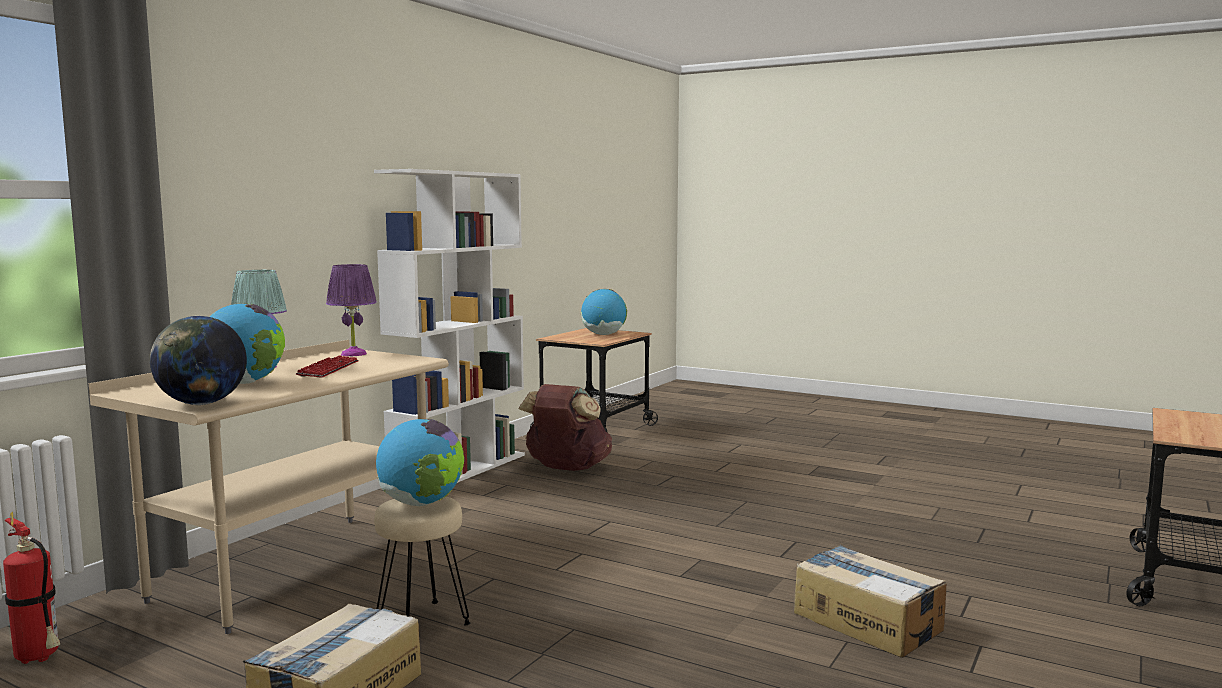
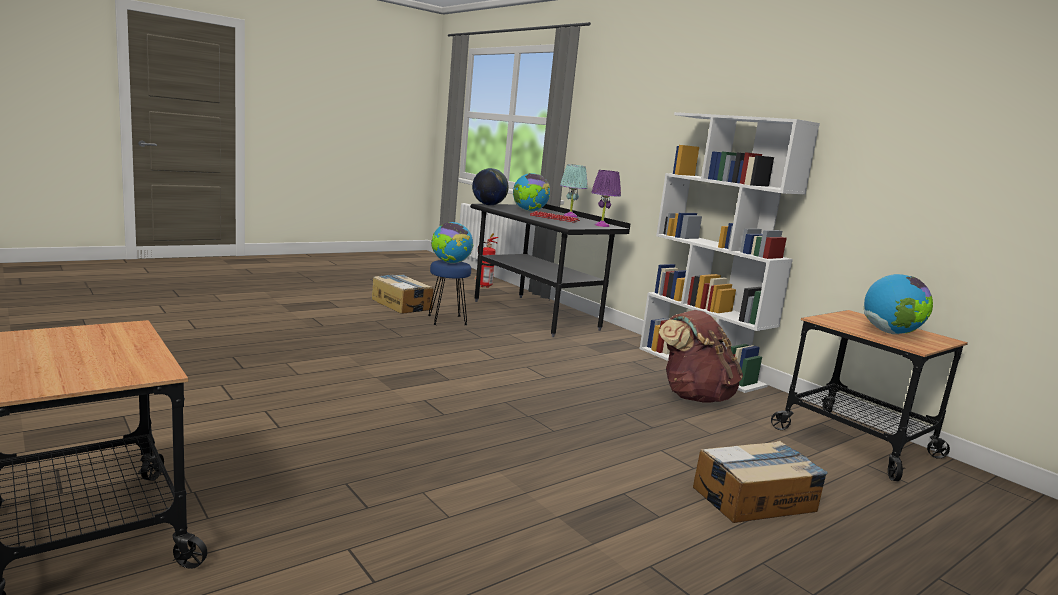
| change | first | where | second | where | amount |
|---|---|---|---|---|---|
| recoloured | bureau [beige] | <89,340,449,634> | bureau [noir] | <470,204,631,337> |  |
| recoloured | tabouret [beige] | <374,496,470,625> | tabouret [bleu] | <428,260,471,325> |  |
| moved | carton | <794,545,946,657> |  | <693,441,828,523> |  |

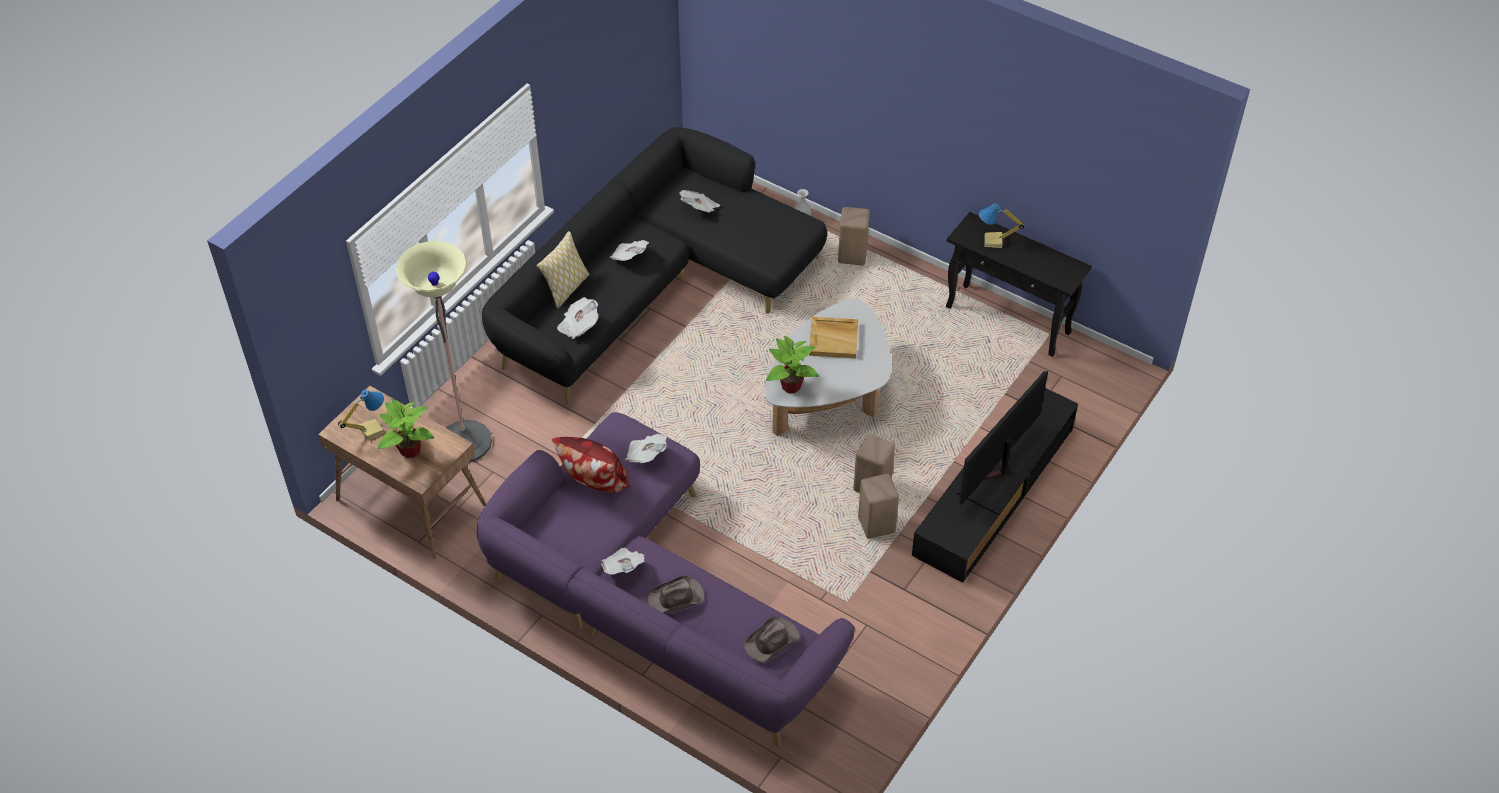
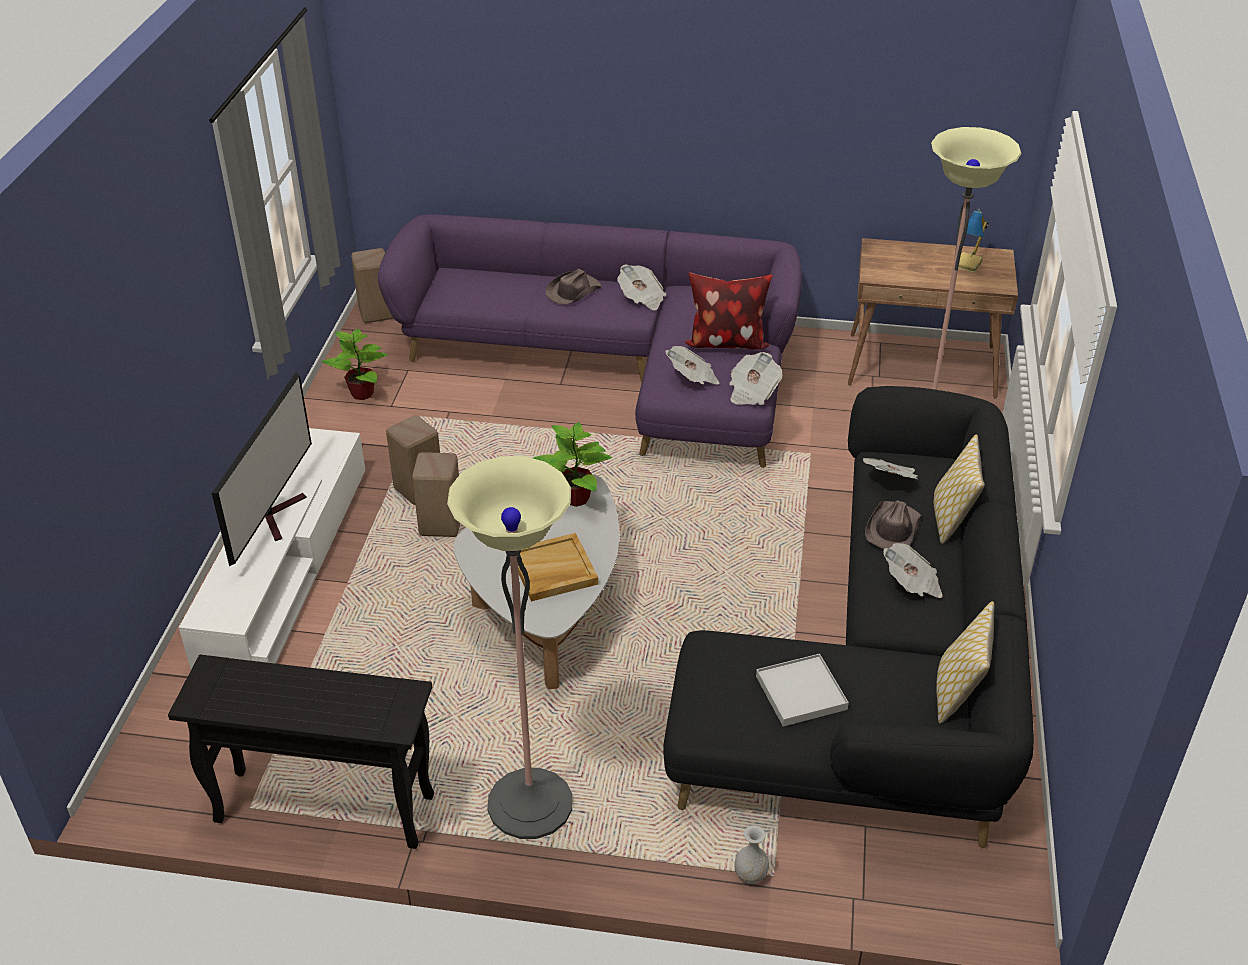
| change | first | where | second | where | amount |
|---|---|---|---|---|---|
| moved | plante en pot | <378,399,434,458> |  | <322,329,388,400> |  |
| moved | journal | <679,190,720,213> |  | <729,352,782,405> |  |
| moved | chapeau [marron] | <744,616,800,663> |  | <865,500,922,549> |  |
| moved | tabouret [beige] | <838,207,870,265> |  | <351,248,394,323> |  |
| recoloured | meuble télé [noir] | <912,388,1078,583> | meuble télé [blanc] | <179,428,365,669> |  |
| removed | lampe de table | <979,203,1024,248> |  |  |  |
| added |  |  | lampadaire | <447,456,573,839> |  |
| added |  |  | plateau [blanc] | <756,654,849,727> |  |
| added |  |  | coussin | <936,601,994,724> |  |

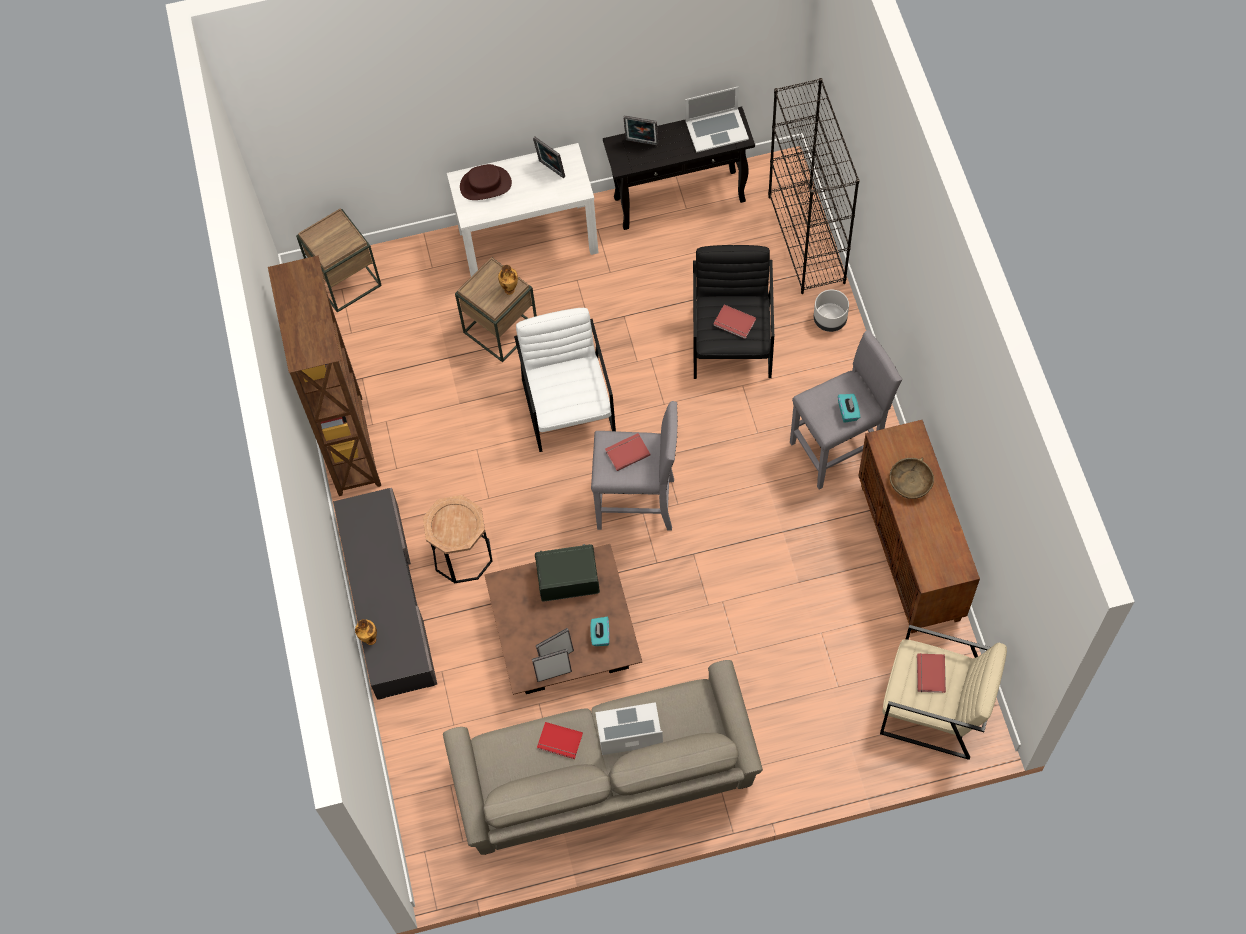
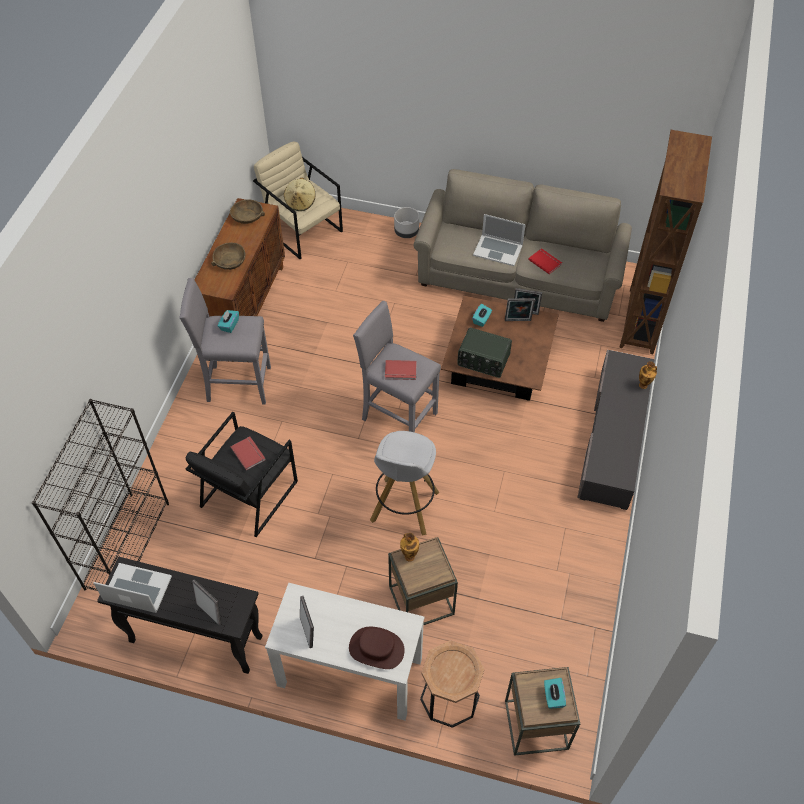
| change | first | where | second | where | amount |
|---|---|---|---|---|---|
| moved | bibliothèque [marron] | <268,255,381,496> |  | <619,130,712,354> |  |
| moved | table d'appoint [marron] | <423,495,492,583> |  | <420,640,484,728> |  |
| replaced | fauteuil [blanc] | <514,308,616,452> | tabouret [blanc] | <370,431,440,536> |  |
| moved | cache-pot [gris] | <814,290,849,332> |  | <394,207,419,238> |  |
| replaced | livre [rouge] | <917,653,946,693> | chapeau [beige] | <284,178,316,211> |  |
| added |  |  | bol [marron] | <230,199,265,224> |  |
| added |  |  | boîte à mouchoirs [turquoise] | <544,678,566,709> |  |

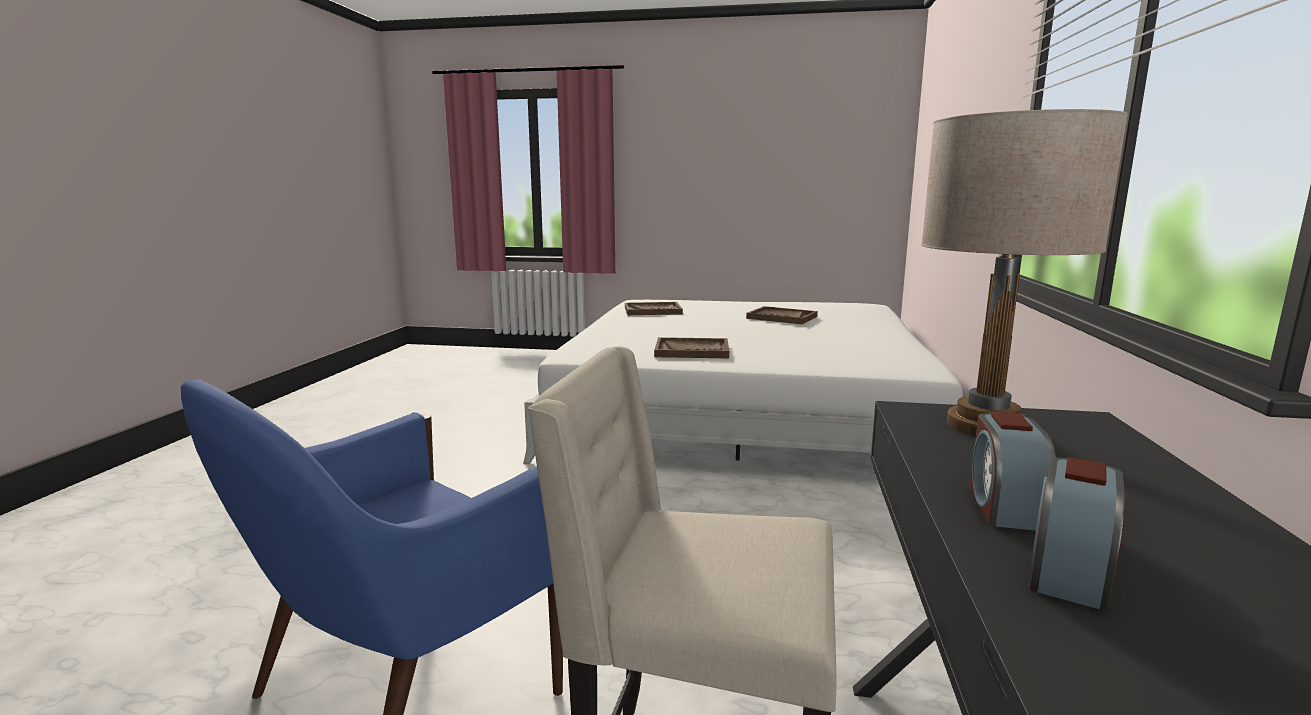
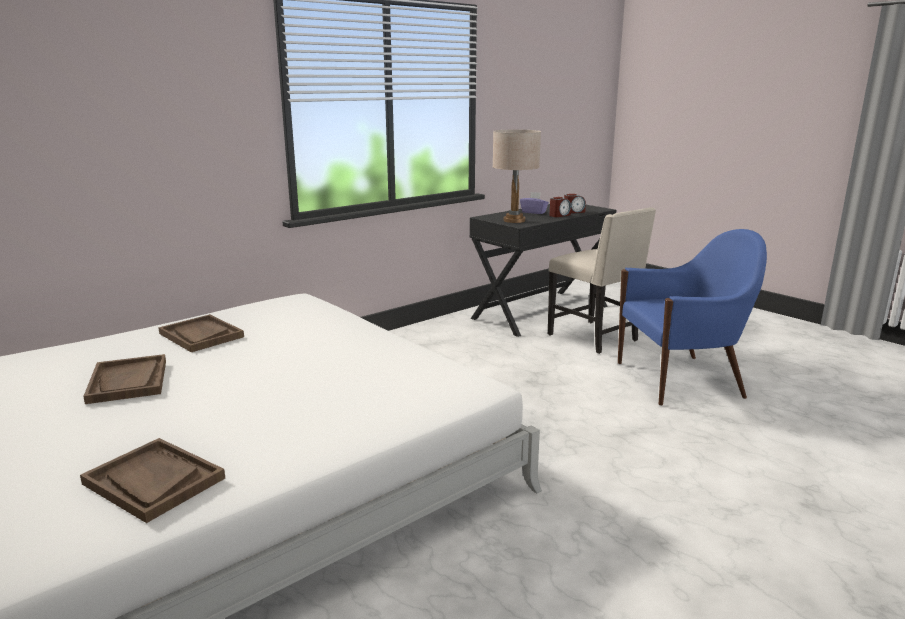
| change | first | where | second | where | amount |
|---|---|---|---|---|---|
| moved | plateau [marron] | <654,337,729,358> |  | <158,314,244,352> |  |
| added |  |  | boîte à mouchoirs [violet] | <520,192,549,214> |  |

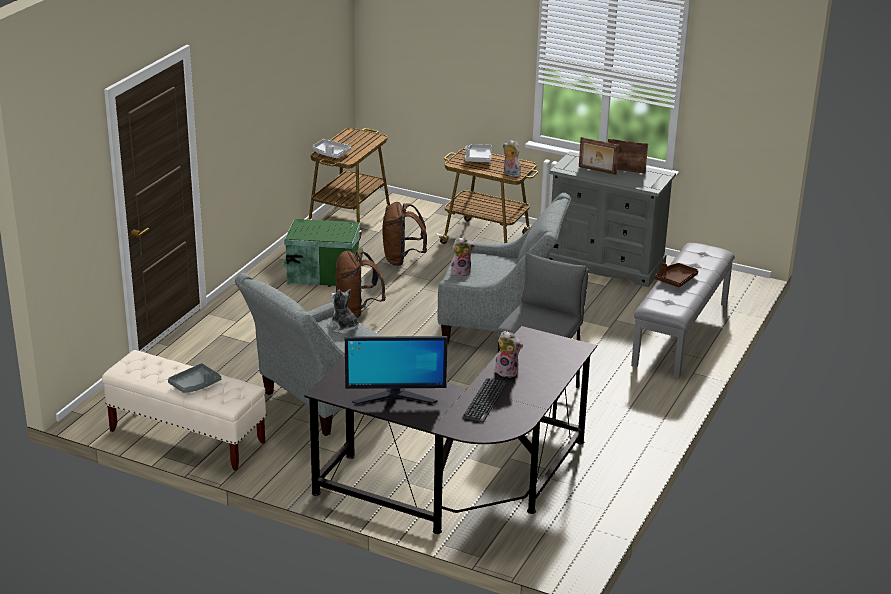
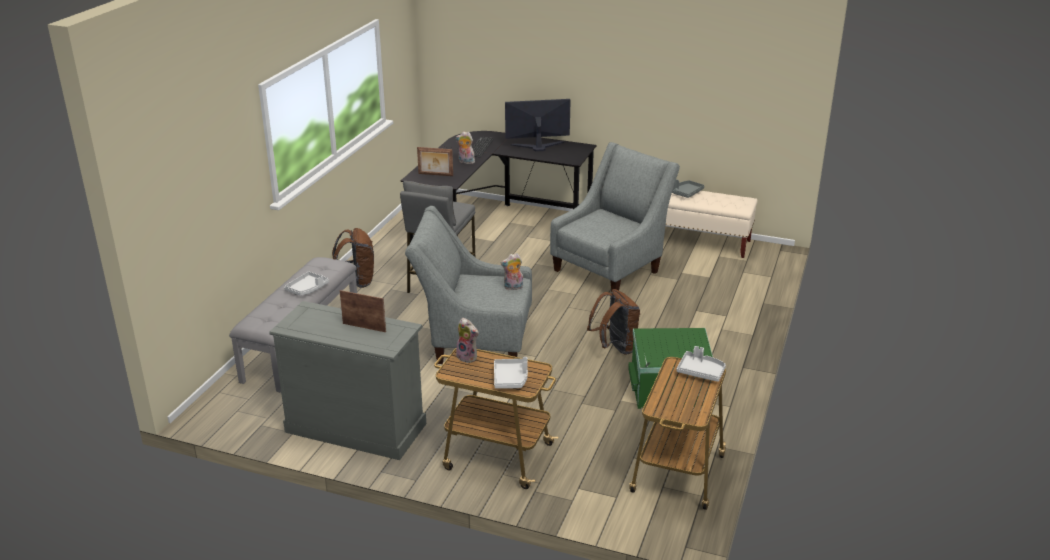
| change | first | where | second | where | amount |
|---|---|---|---|---|---|
| removed | peluche | <327,289,359,334> |  |  |  |
| moved | sac à dos [marron] | <382,202,427,266> |  | <332,228,374,288> |  |
| moved | cadre photo | <608,139,648,174> |  | <417,147,453,176> |  |
| recoloured | plateau [marron] | <655,263,698,288> | plateau [gris] | <284,271,329,296> |  |

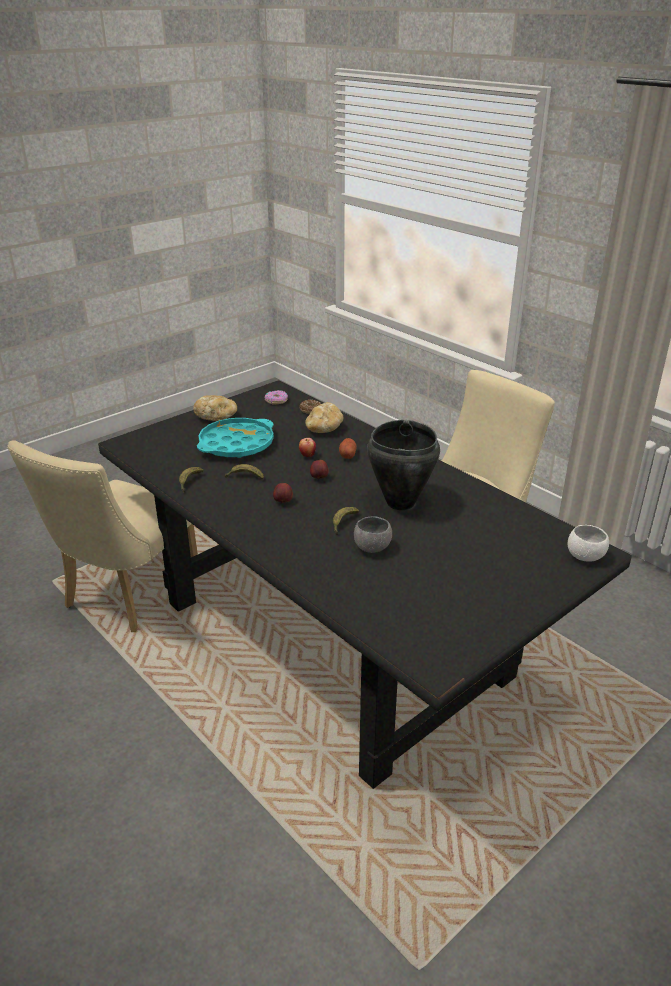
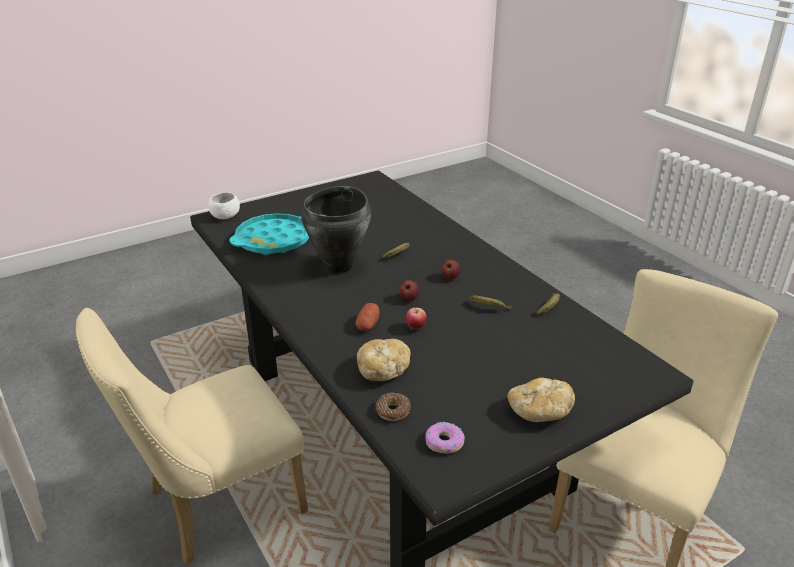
| change | first | where | second | where | amount |
|---|---|---|---|---|---|
| moved | plateau [turquoise] | <197,418,274,458> |  | <230,213,309,255> |  |
| removed | bol [gris] | <354,516,392,553> |  |  |  |

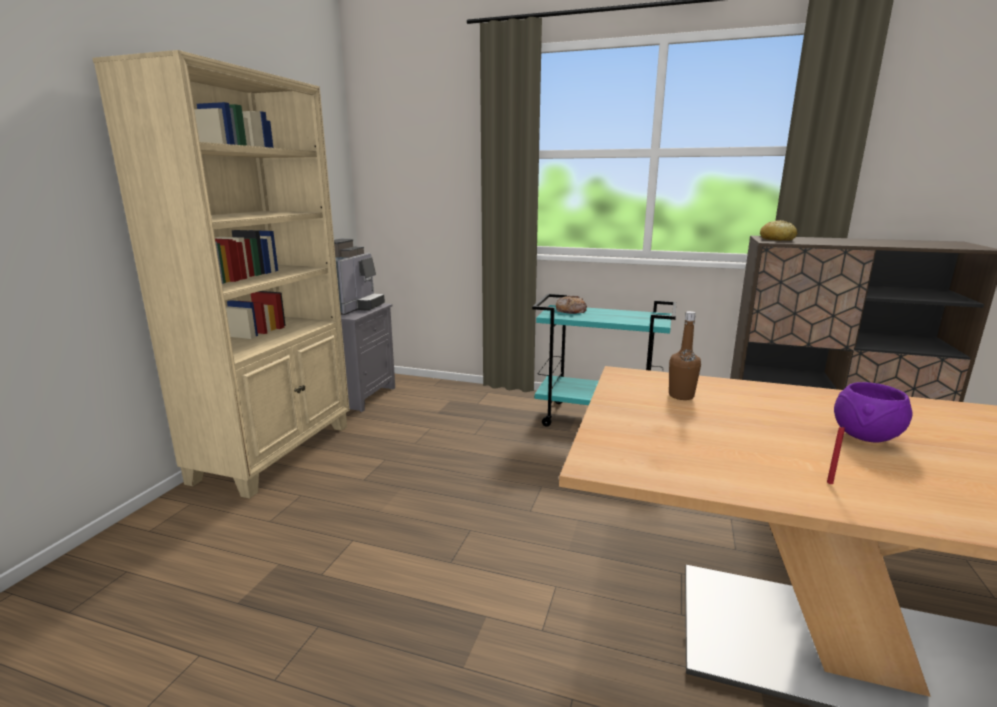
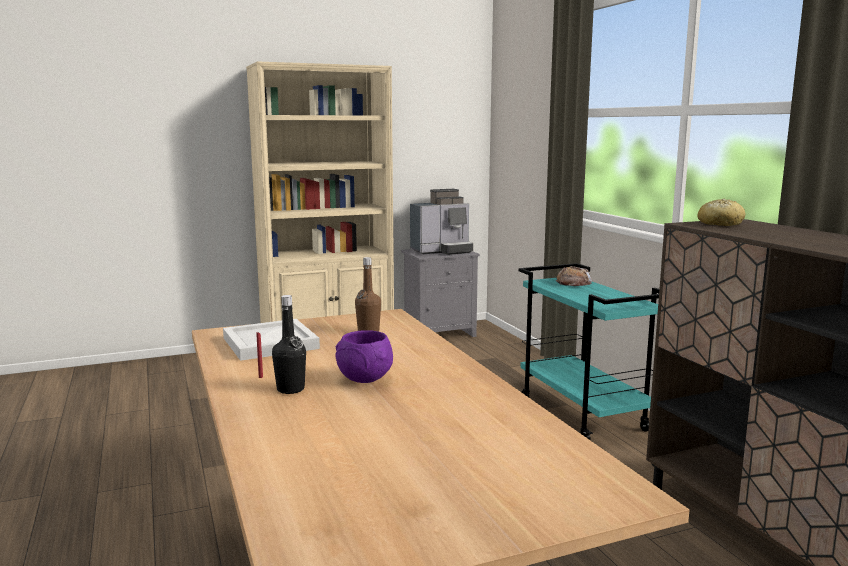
| change | first | where | second | where | amount |
|---|---|---|---|---|---|
| added |  |  | plateau [blanc] | <223,319,320,361> |  |
| added |  |  | bouteille [noir] | <272,295,306,394> |  |

